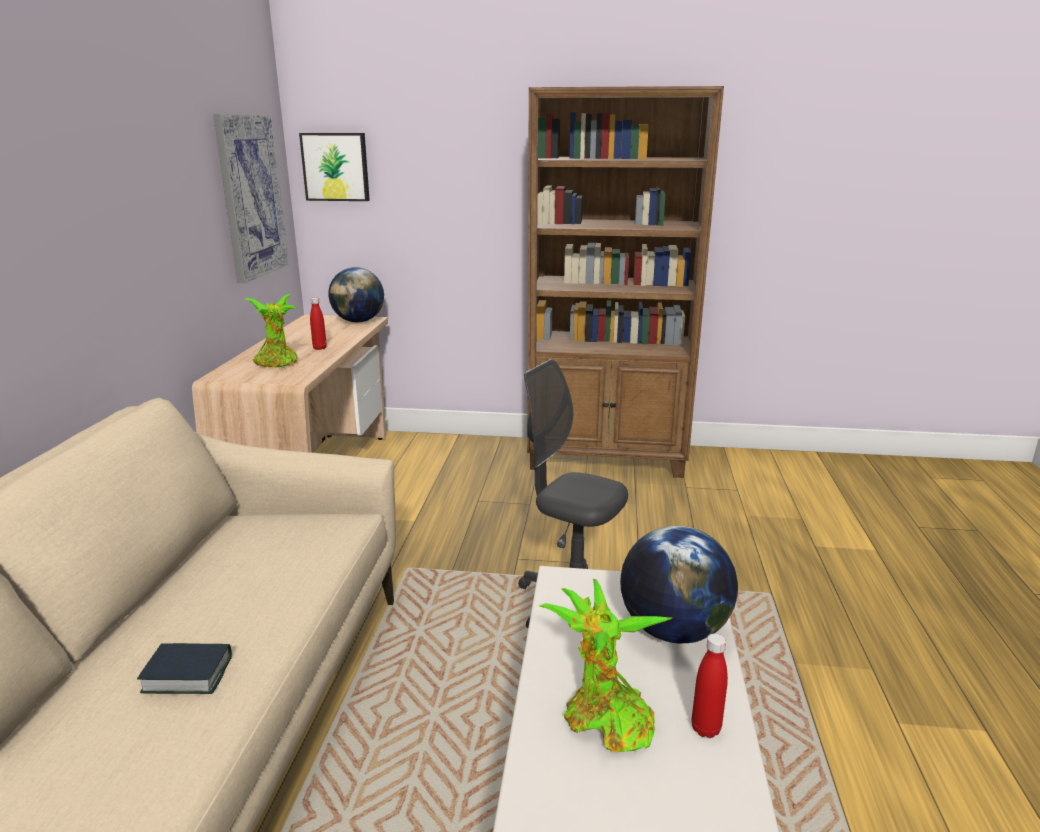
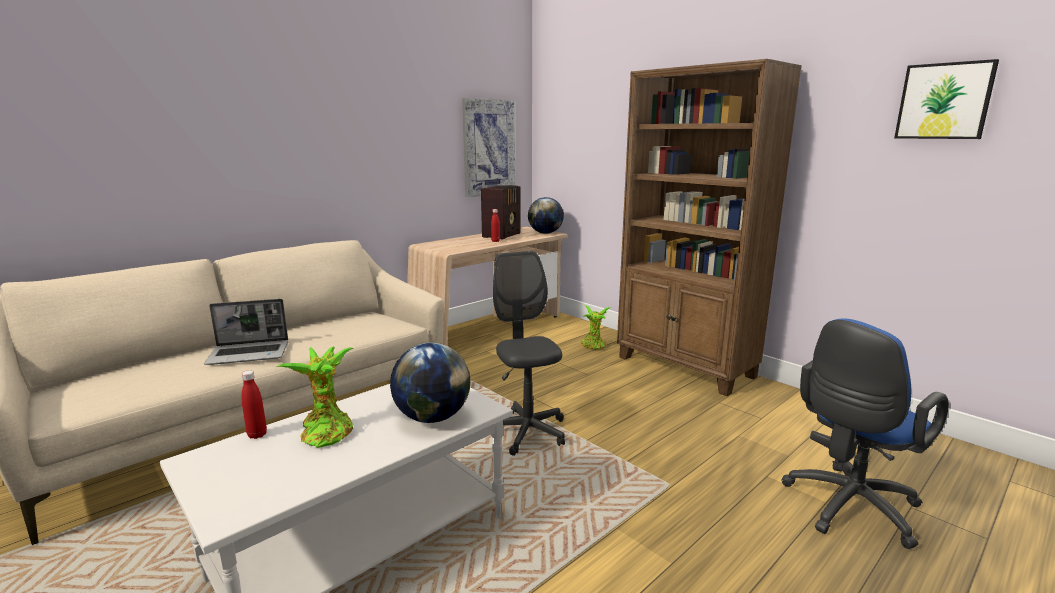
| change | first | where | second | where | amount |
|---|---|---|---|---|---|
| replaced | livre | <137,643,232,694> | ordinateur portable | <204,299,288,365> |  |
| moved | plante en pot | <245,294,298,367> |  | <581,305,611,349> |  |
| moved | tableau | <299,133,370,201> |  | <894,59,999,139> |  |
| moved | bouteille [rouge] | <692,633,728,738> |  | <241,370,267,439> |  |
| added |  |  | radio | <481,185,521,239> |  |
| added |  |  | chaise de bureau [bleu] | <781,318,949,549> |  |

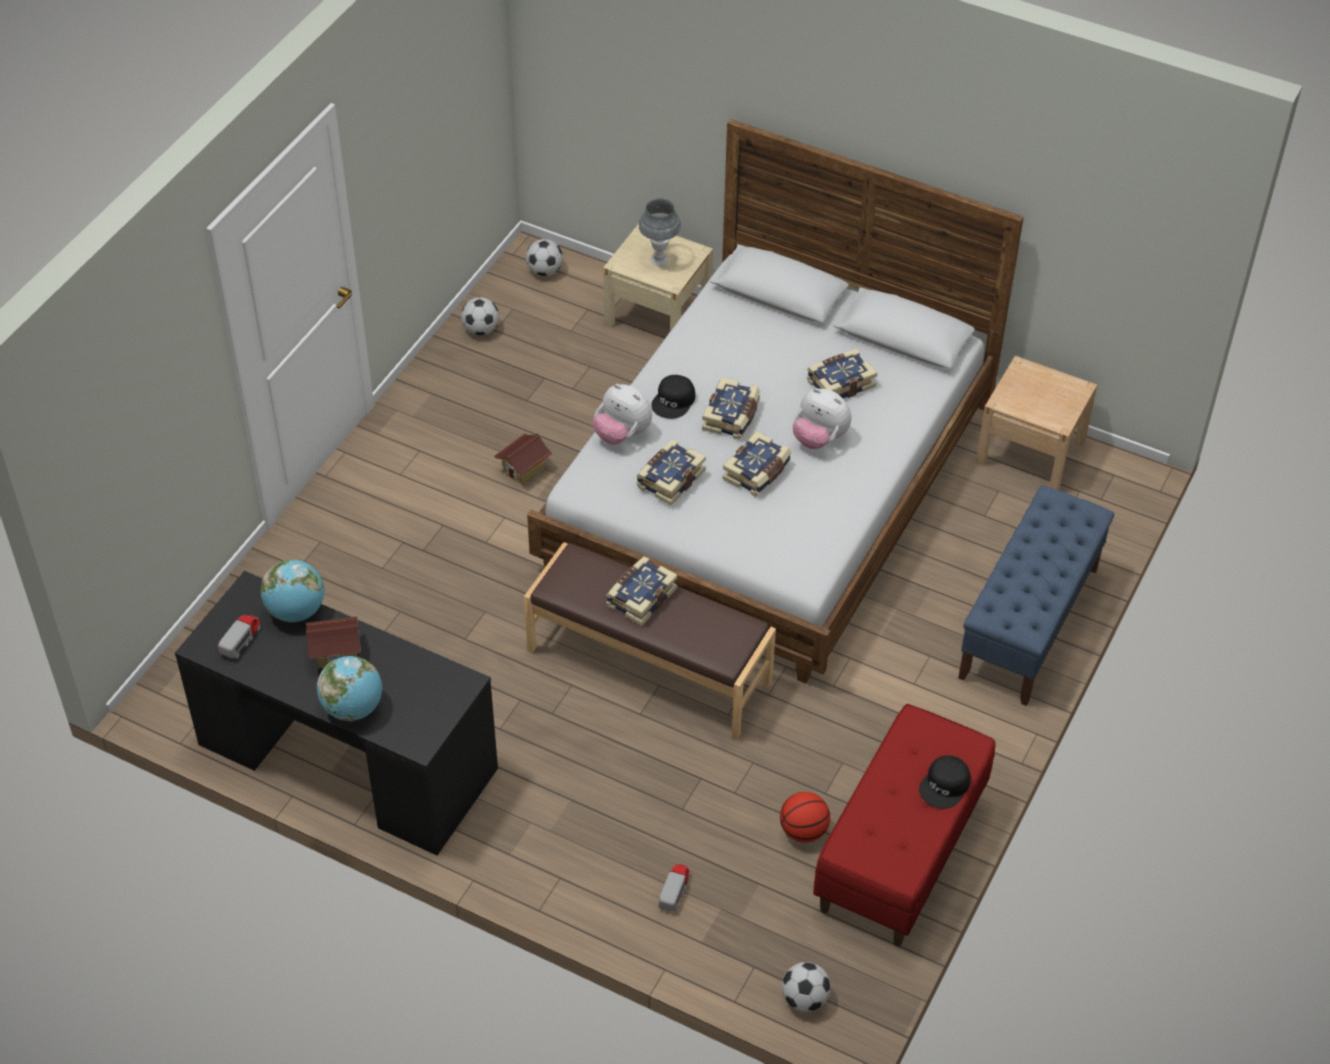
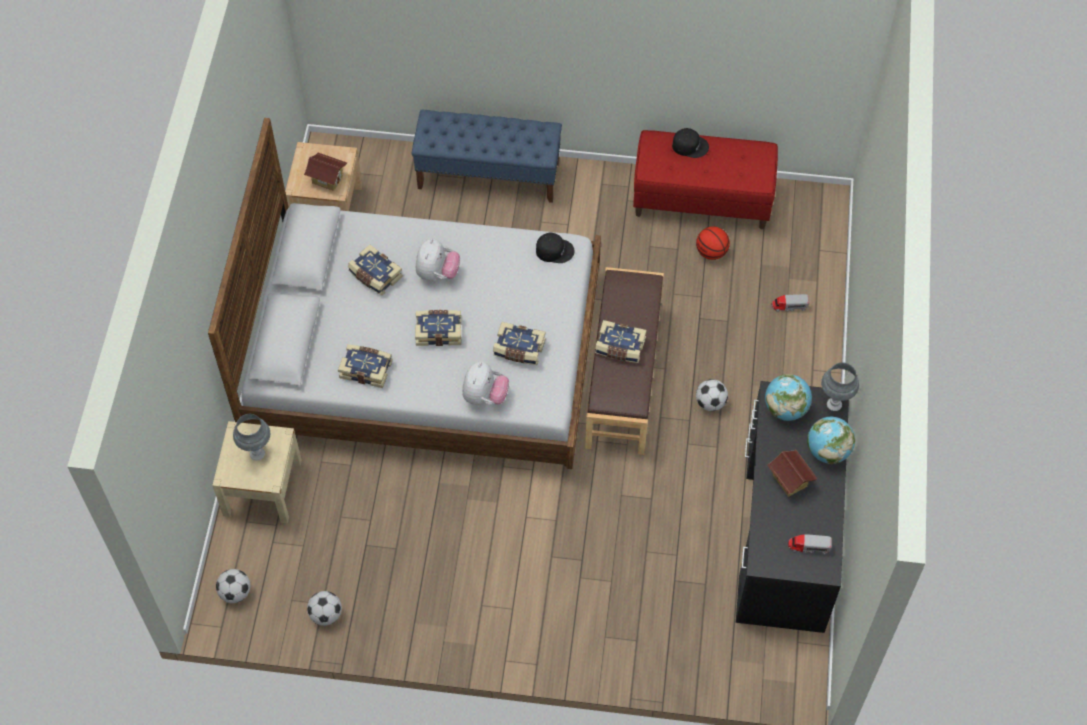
| change | first | where | second | where | amount |
|---|---|---|---|---|---|
| moved | globe | <261,559,325,622> |  | <765,374,812,421> |  |
| moved | maison miniature | <494,434,552,485> |  | <304,152,347,191> |  |
| moved | casquette [noir] | <651,375,695,419> |  | <536,233,574,263> |  |
| moved | livre | <723,431,791,497> |  | <338,344,392,388> |  |
| moved | ballon de foot | <782,962,831,1012> |  | <696,379,728,411> |  |
| added |  |  | lampe de table [gris] | <821,362,859,411> |  |

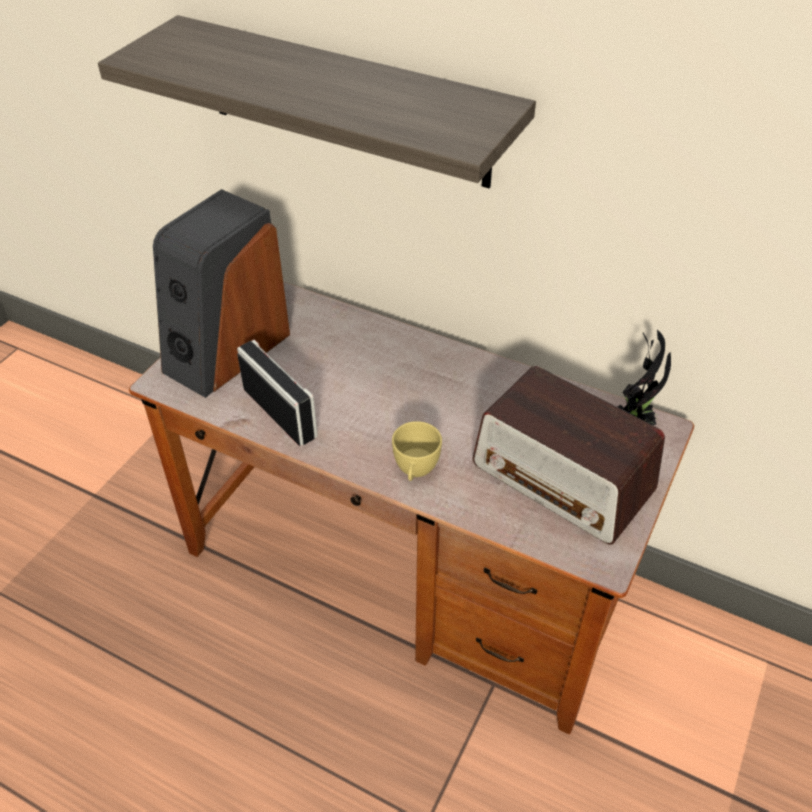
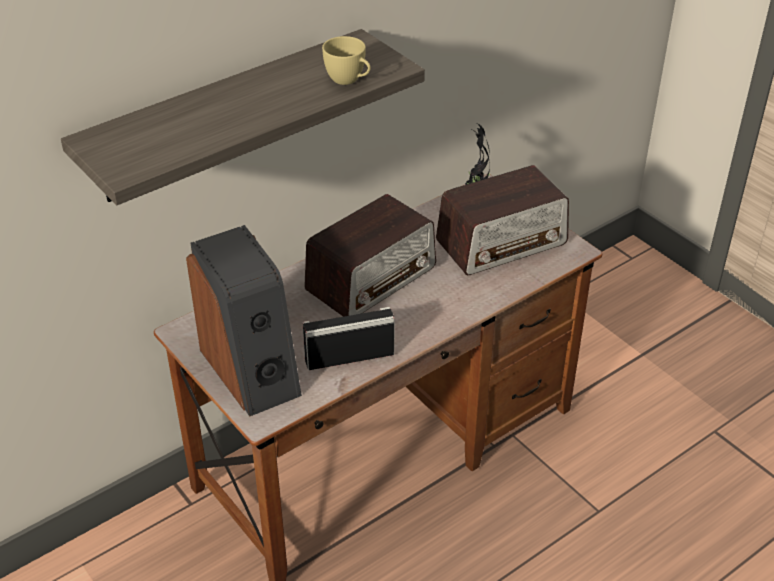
| change | first | where | second | where | amount |
|---|---|---|---|---|---|
| moved | tasse [jaune] | <392,421,442,481> |  | <322,36,371,85> |  |
| added |  |  | radio | <304,194,436,317> |  |

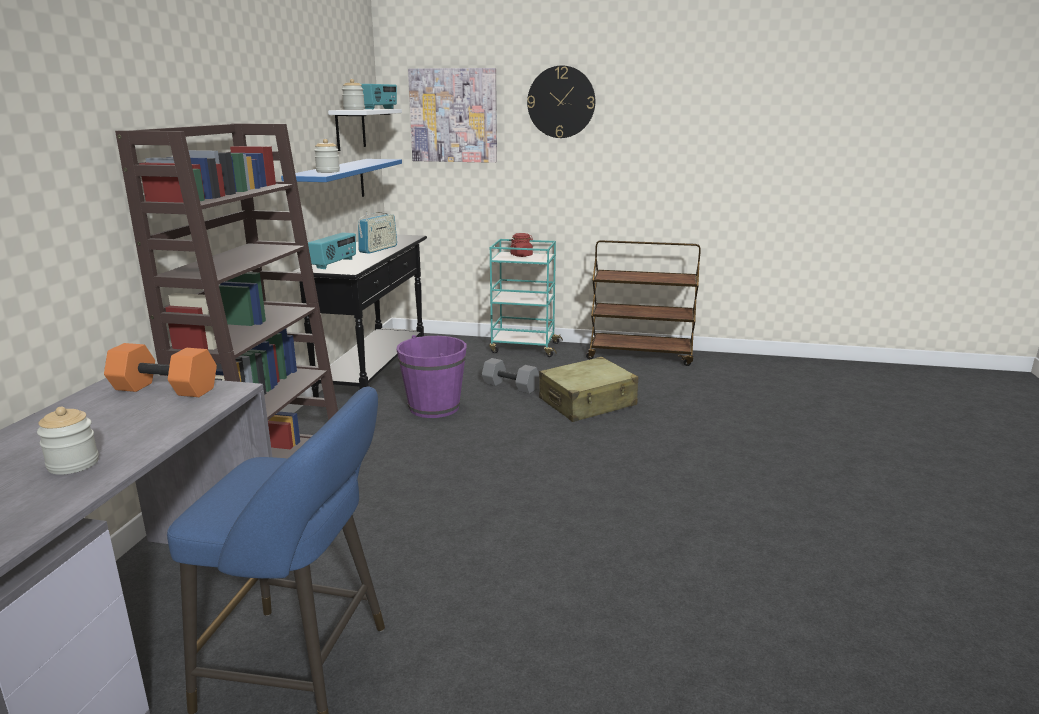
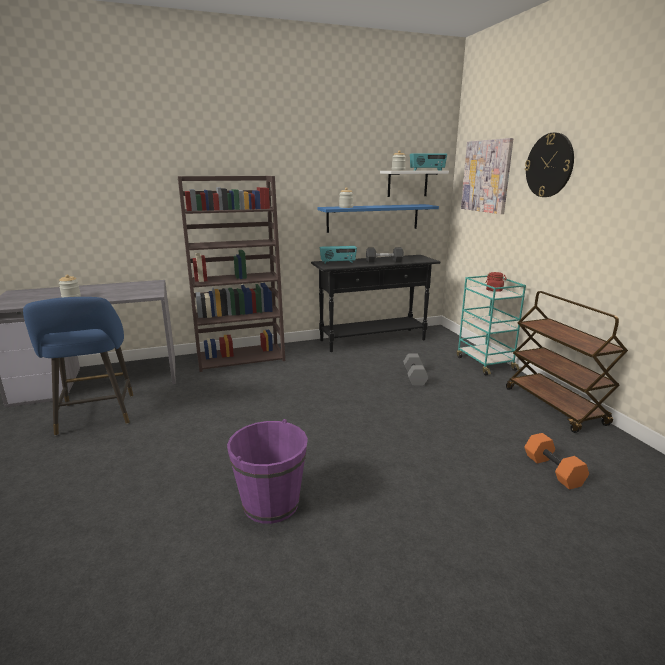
| change | first | where | second | where | amount |
|---|---|---|---|---|---|
| moved | haltère [orange] | <104,343,217,397> |  | <524,433,589,490> |  |
| replaced | radio | <358,211,397,254> | haltère [noir] | <366,247,404,263> |  |
| moved | seau [violet] | <396,335,467,418> |  | <227,419,308,524> |  |
| removed | valise [beige] | <539,357,638,422> |  |  |  |

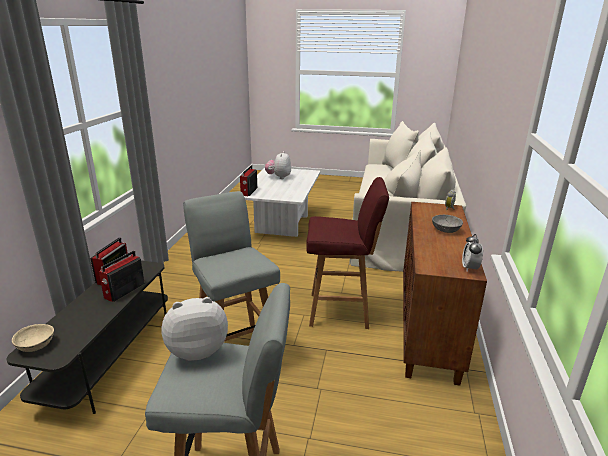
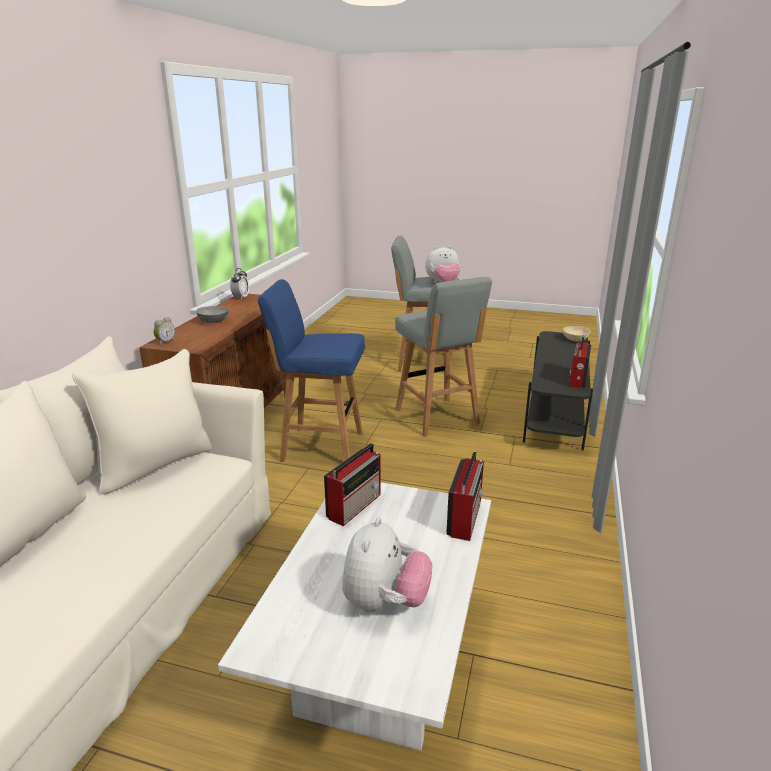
| change | first | where | second | where | amount |
|---|---|---|---|---|---|
| moved | radio | <99,251,145,302> |  | <324,443,381,526> |  |
| recoloured | tabouret [rouge] | <306,177,389,329> | tabouret [bleu] | <258,279,365,462> |  |

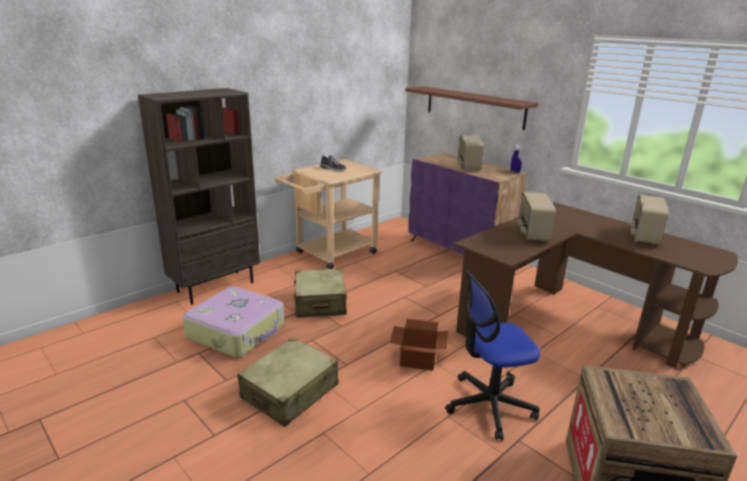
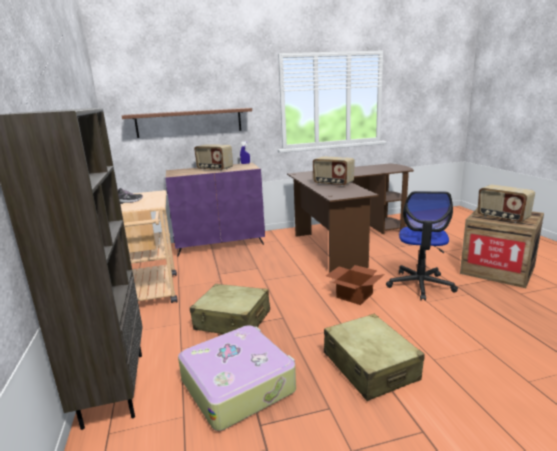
| change | first | where | second | where | amount |
|---|---|---|---|---|---|
| moved | radio | <629,195,669,245> |  | <477,185,535,223> |  |

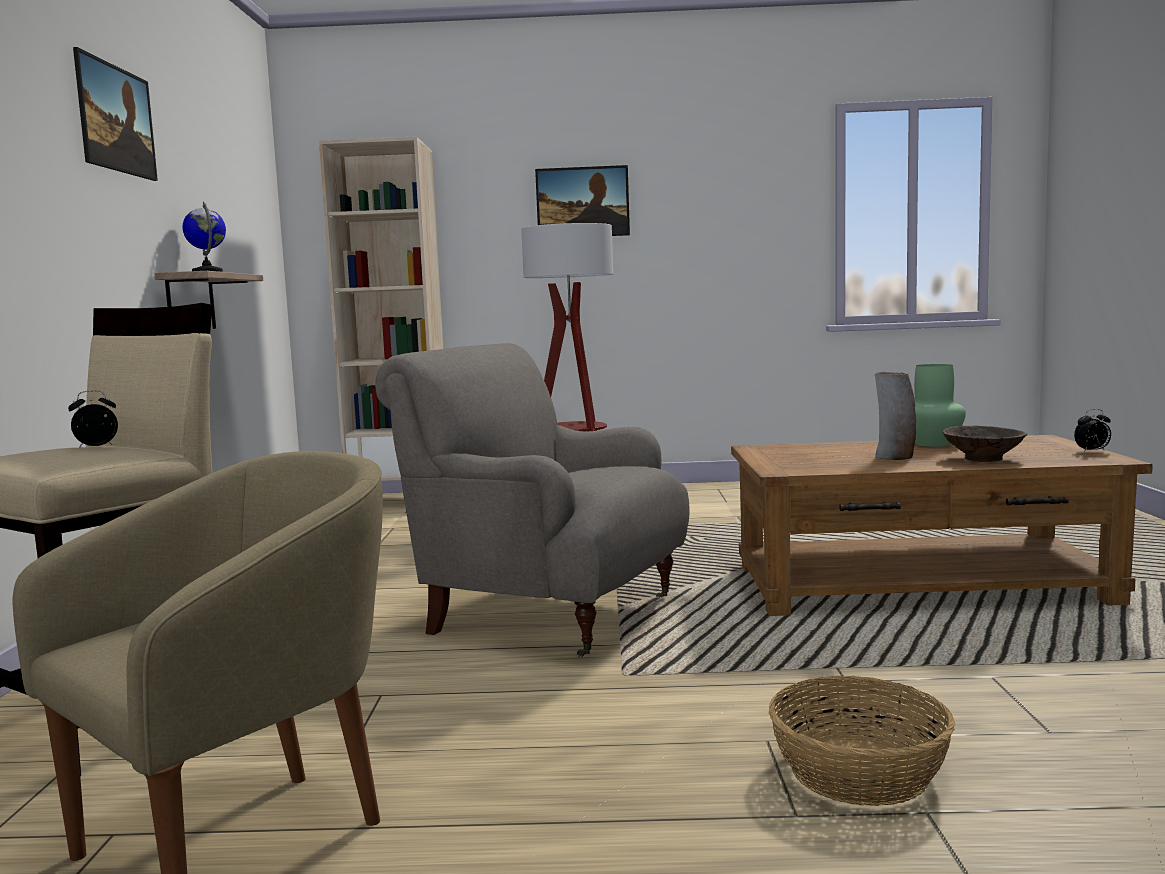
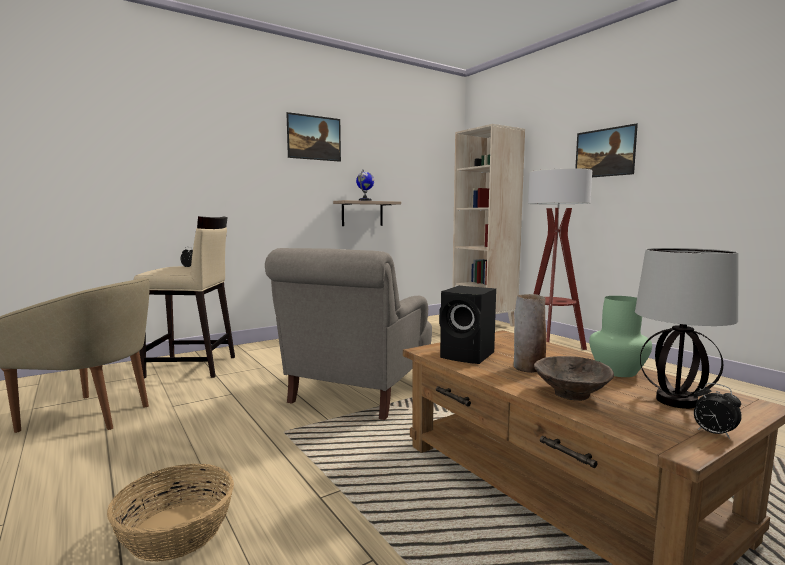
| change | first | where | second | where | amount |
|---|---|---|---|---|---|
| turned | fauteuil [gris] | <376,343,690,657> |  | <265,248,432,420> | 150 degrees counterclockwise |
| added |  |  | enceinte [noir] | <439,286,496,364> |  |
| added |  |  | lampe de table | <635,248,739,409> |  |

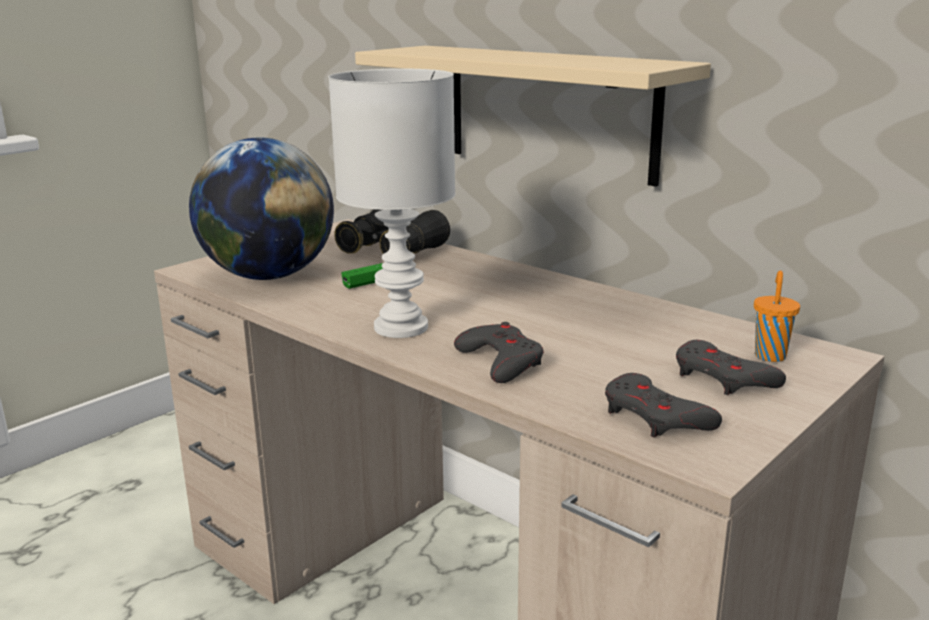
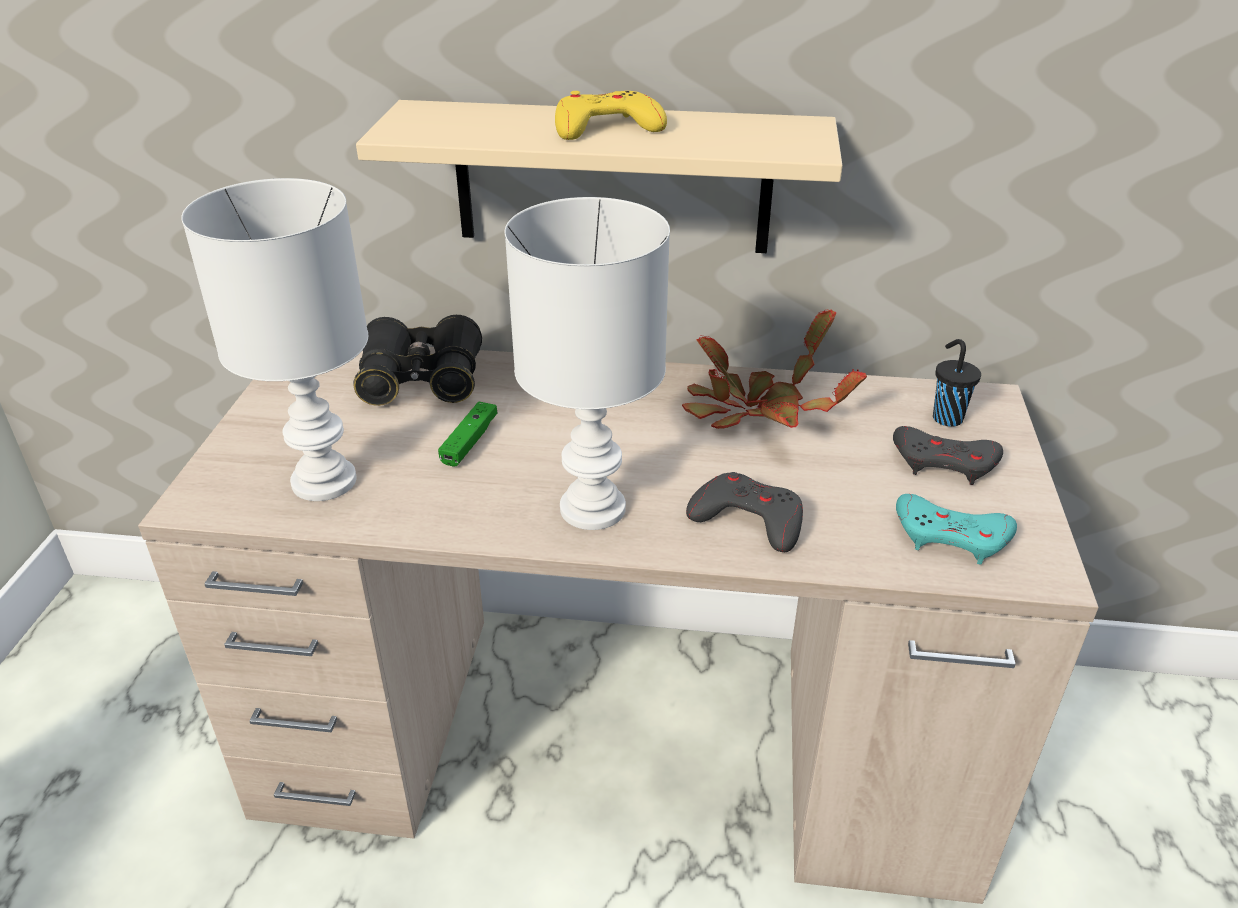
| change | first | where | second | where | amount |
|---|---|---|---|---|---|
| replaced | globe | <189,137,334,280> | lampe de table [blanc] | <181,178,368,501> |  |
| recoloured | manette [gris] | <605,373,722,437> | manette [turquoise] | <896,494,1017,565> |  |
| recoloured | tasse [orange] | <754,271,800,362> | tasse [noir] | <933,339,981,427> |  |
| added |  |  | manette [jaune] | <555,91,667,140> |  |
| added |  |  | plante en pot | <682,309,867,429> |  |

